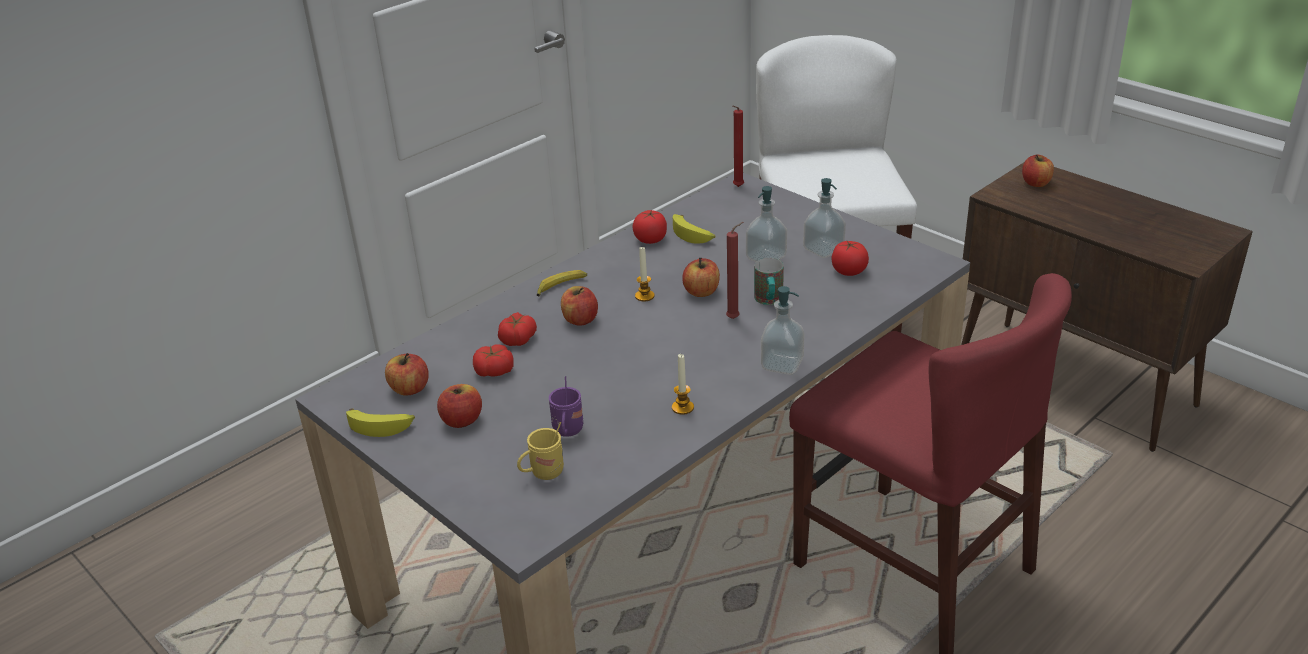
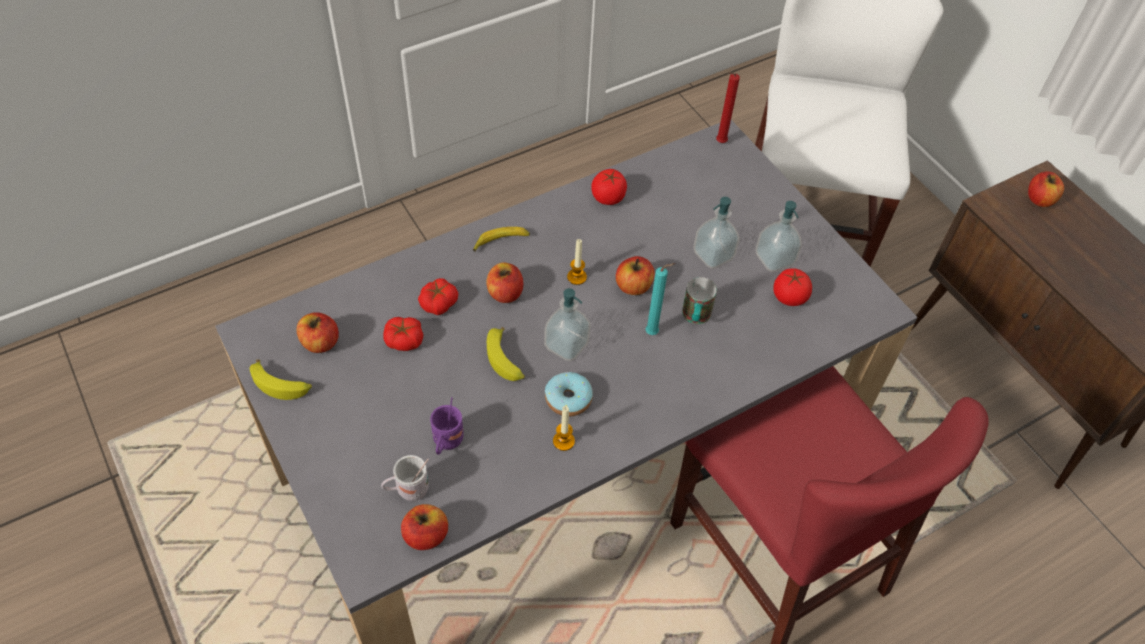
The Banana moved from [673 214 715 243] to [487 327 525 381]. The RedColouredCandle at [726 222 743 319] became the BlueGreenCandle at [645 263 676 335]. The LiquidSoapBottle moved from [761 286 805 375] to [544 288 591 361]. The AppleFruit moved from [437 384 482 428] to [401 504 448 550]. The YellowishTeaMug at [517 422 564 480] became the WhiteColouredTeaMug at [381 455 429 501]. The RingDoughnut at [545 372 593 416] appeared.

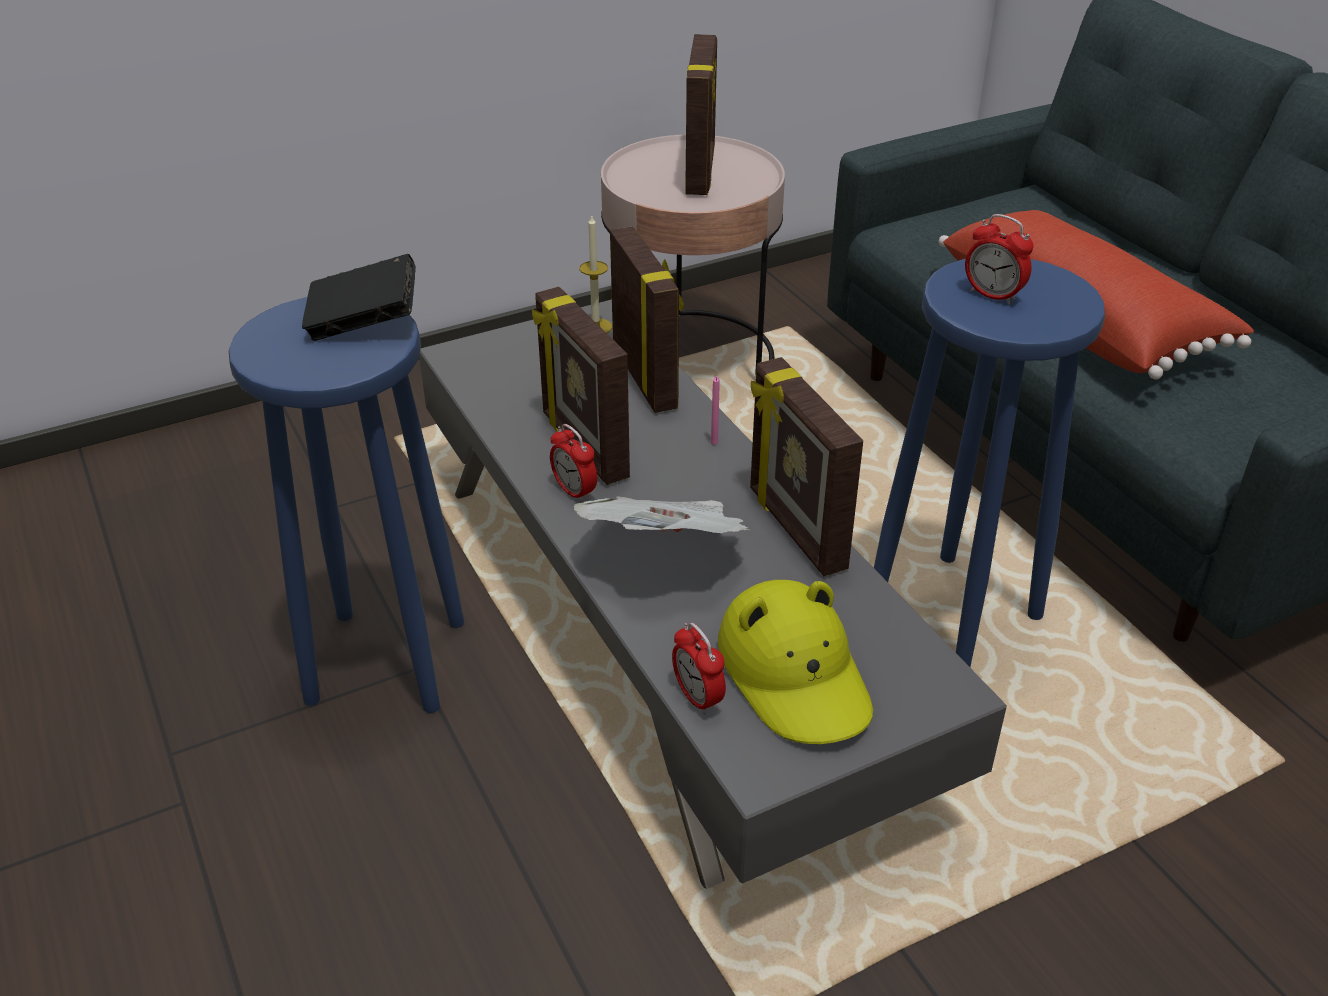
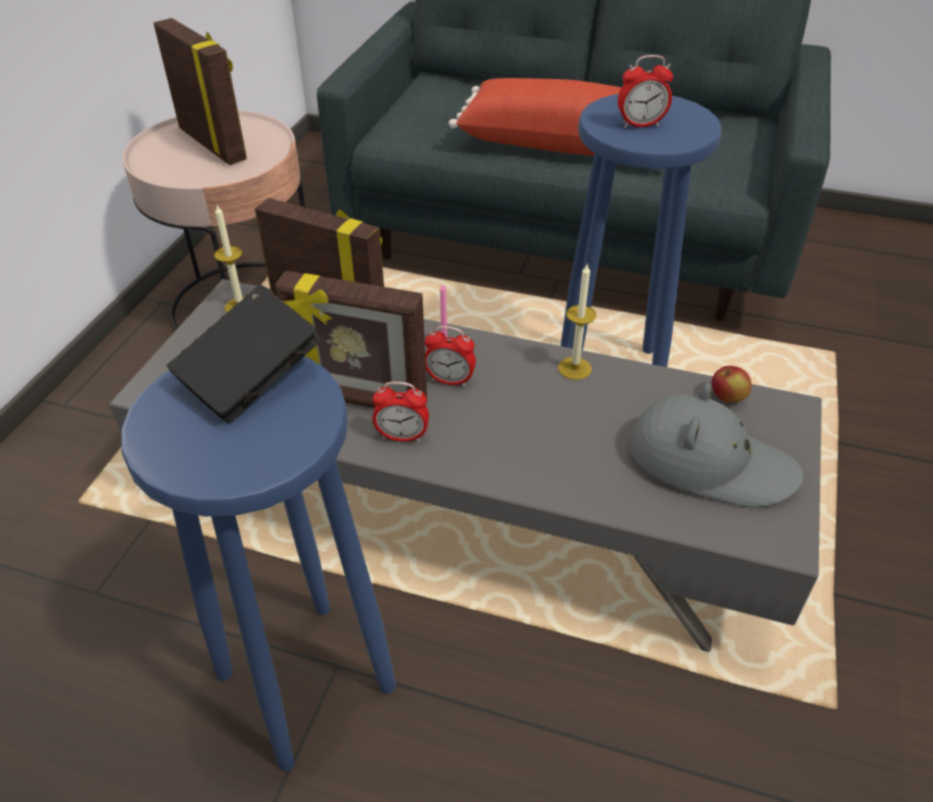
The PictureFrame at [750 357 863 576] was replaced by the Candle at [558 263 596 380]. The DailyPaper at [573 496 750 533] disappeared. The YellowishWearableHat at [718 580 873 744] became the GreyishWearableHat at [630 383 804 508]. The BedsideClock moved from [672 623 726 715] to [425 326 476 387]. The AppleFruit at [712 366 752 403] appeared.

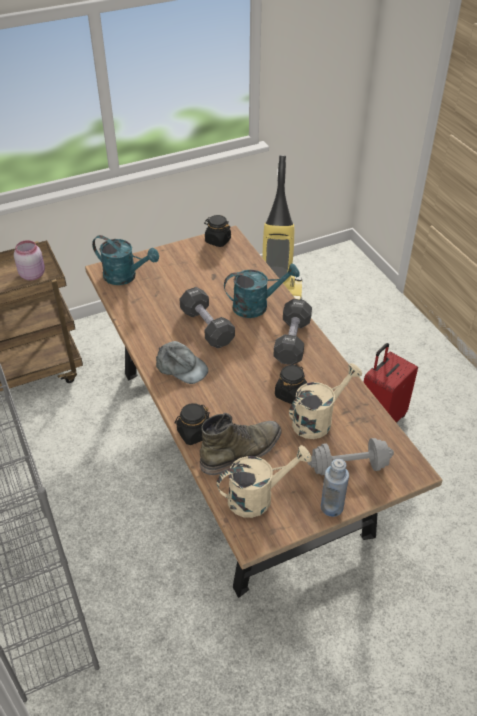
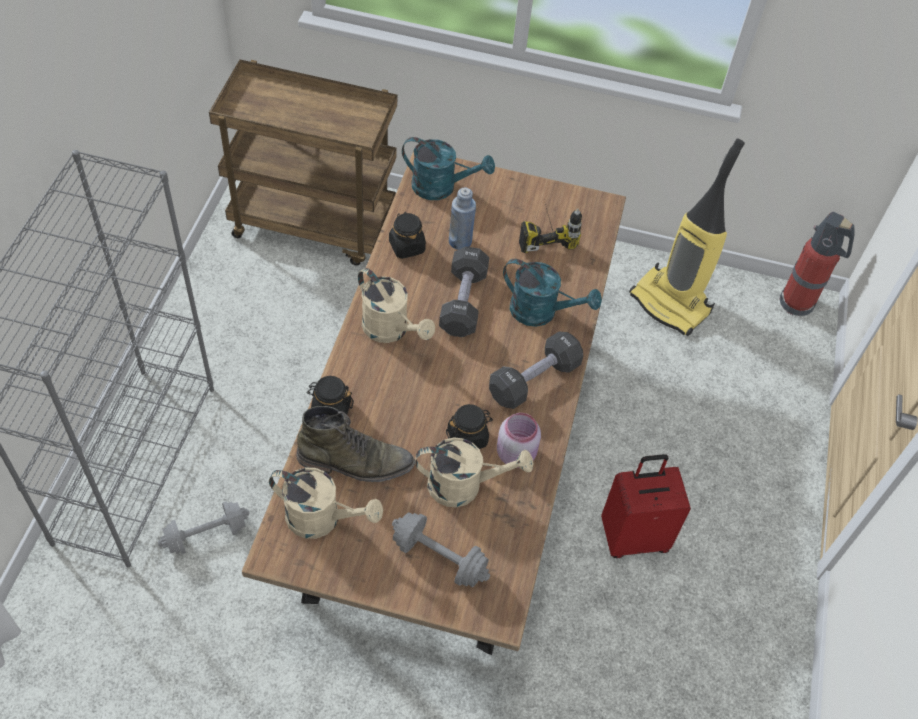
The BlackJar moved from [204 215 231 247] to [389 212 426 259]. The BlueGreenWateringPot at [92 235 159 285] turned 45 degrees counterclockwise. The PinkJar moved from [14 240 45 281] to [497 413 541 468]. The GreyishBaseballCap at [156 341 208 384] was replaced by the SandColouredWateringPot at [358 268 435 343]. The BluishDrinkBottle moved from [321 459 349 517] to [449 188 476 250]. The Drill at [519 204 582 253] appeared. The FireExtinguisher at [780 212 855 316] appeared. The GreyishDumbbell at [158 502 250 554] appeared.

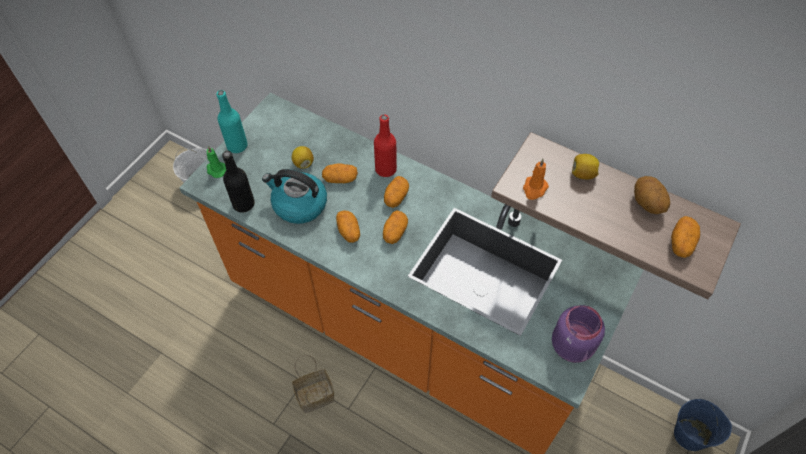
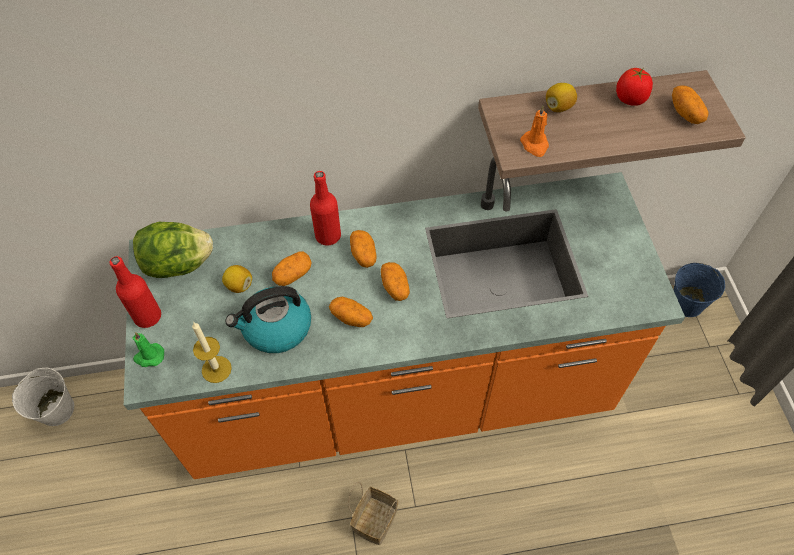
The BlueGreenDrinkBottle at [216 90 248 153] became the RedColouredDrinkBottle at [109 256 161 328]. The BlackDrinkBottle at [222 151 255 213] was replaced by the Candle at [192 322 232 383]. The WholePotato at [634 176 670 214] was replaced by the WholeTomato at [616 68 653 106]. The PurplishJar at [552 305 605 363] disappeared. The HeadOfLettuce at [133 222 213 278] appeared.

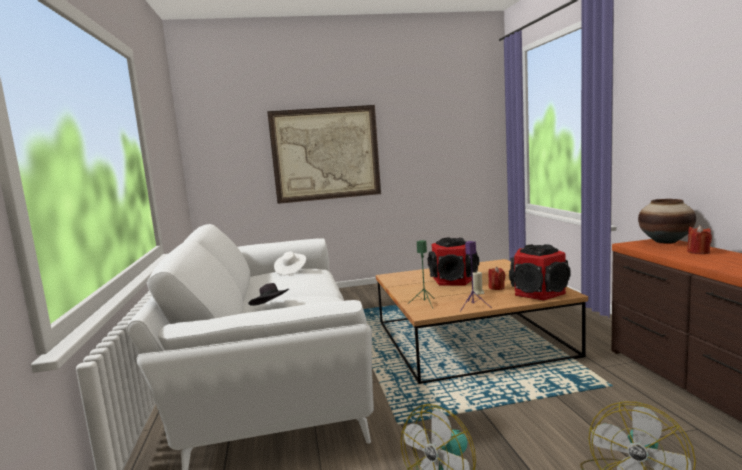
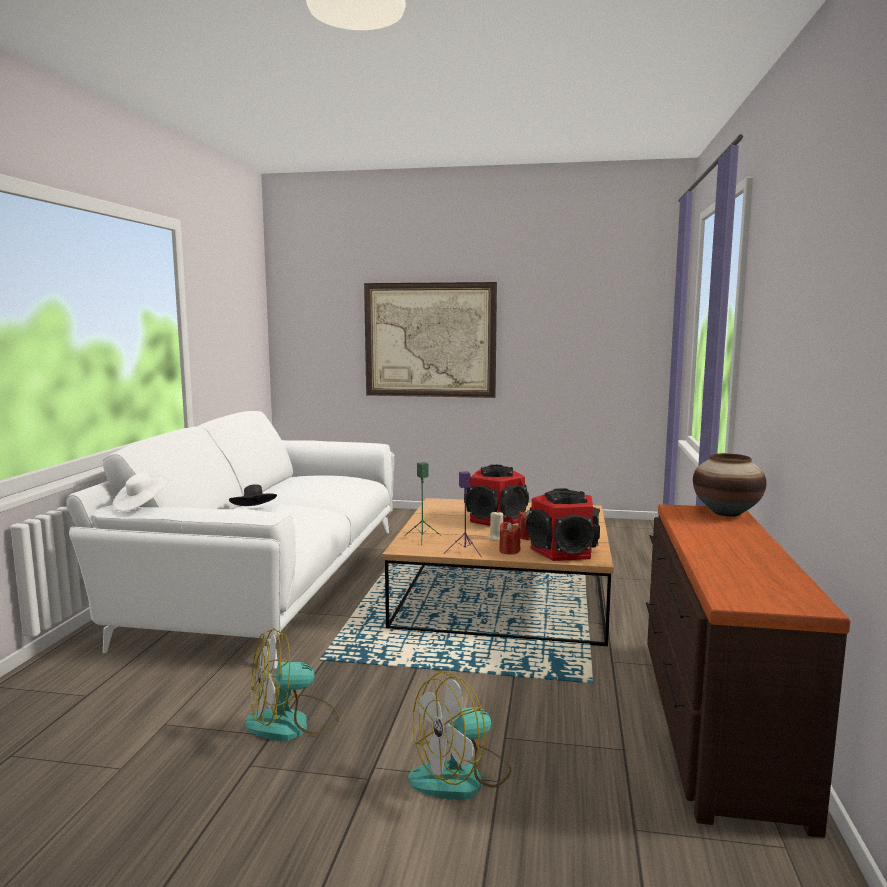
The RedColouredCandle moved from [687 225 712 254] to [499 522 521 554]. The WhiteColouredWearableHat moved from [274 252 306 275] to [113 473 169 511].

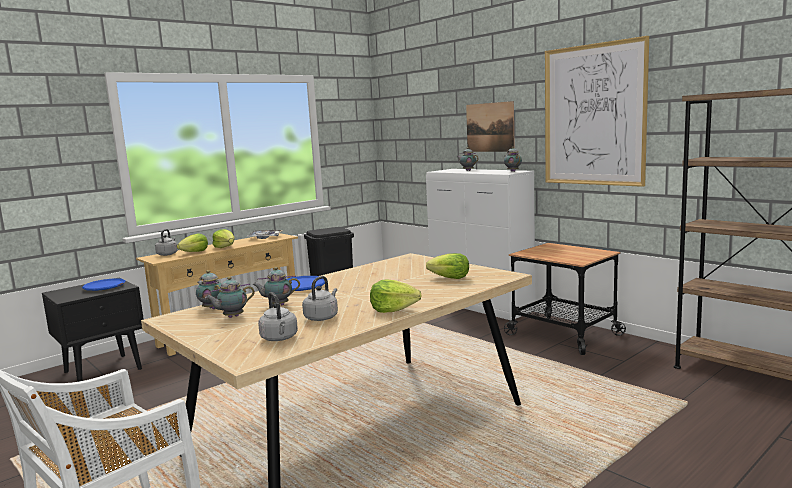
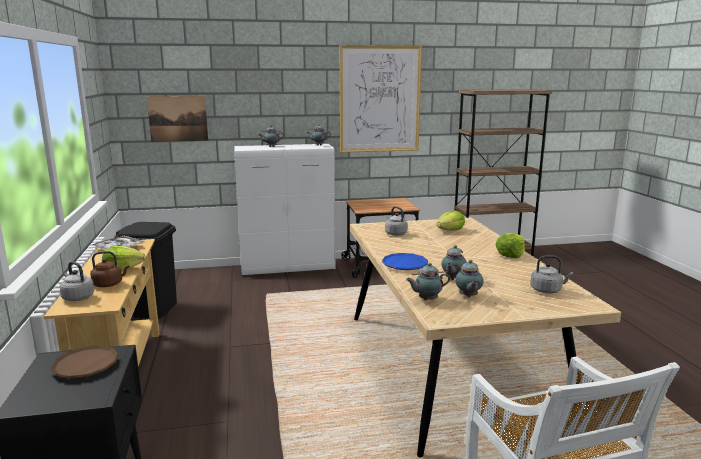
The WallArt moved from [466 101 515 152] to [147 96 208 142]. The HeadOfLettuce at [177 233 208 252] was replaced by the BrownColouredKettle at [90 251 129 287]. The GreyishKettle moved from [302 276 338 321] to [385 206 408 236]. The BluishFlatDish at [82 278 125 291] became the BrownColouredFlatDish at [51 345 119 379].

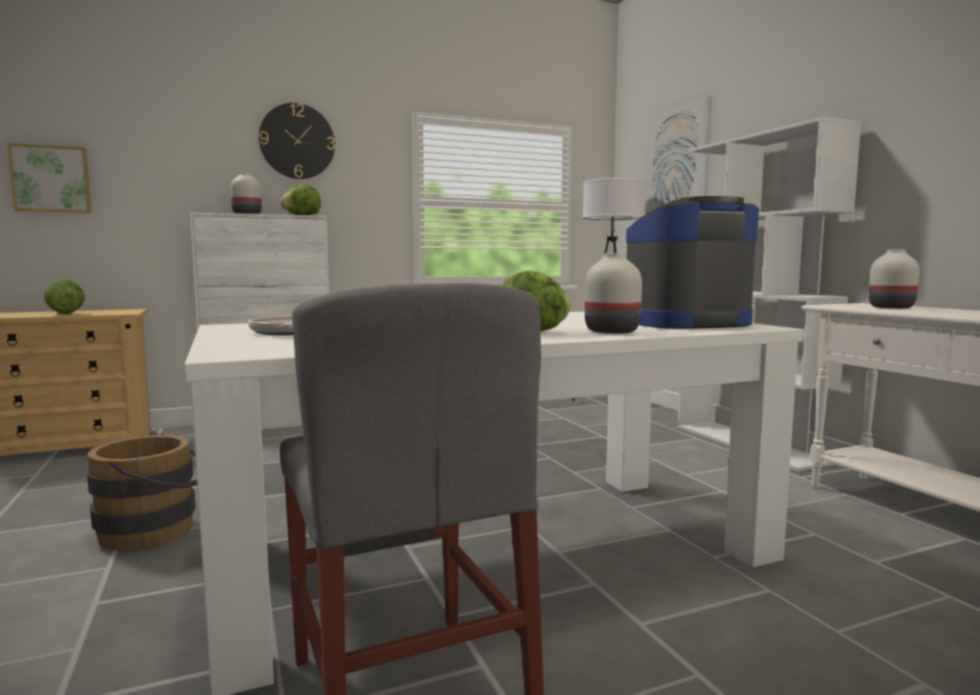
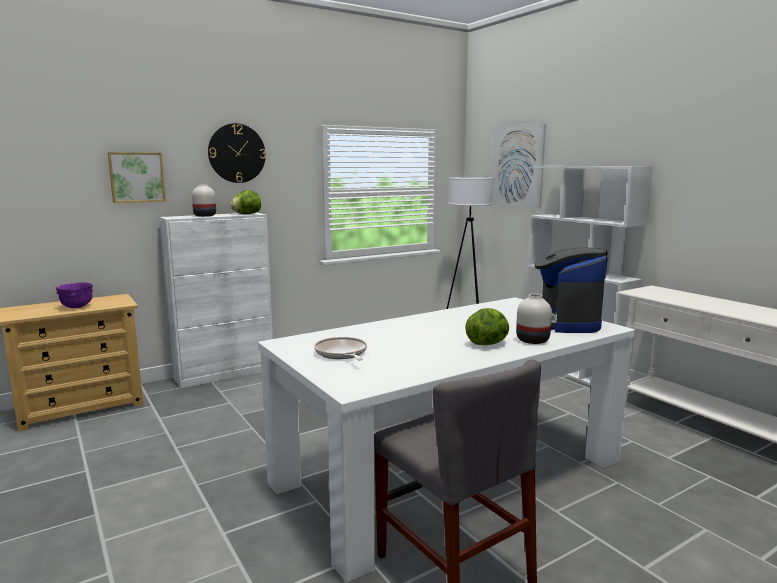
The WallArt moved from [7 143 92 213] to [108 152 166 203]. The CoffeeBrewer at [626 196 759 329] turned 60 degrees counterclockwise. The WhiteColouredDecorativeVase at [869 250 919 309] disappeared. The HeadOfLettuce at [44 279 85 314] was replaced by the PurplishBowl at [56 283 93 308]. The BrownColouredWaterBucket at [87 435 197 550] disappeared.

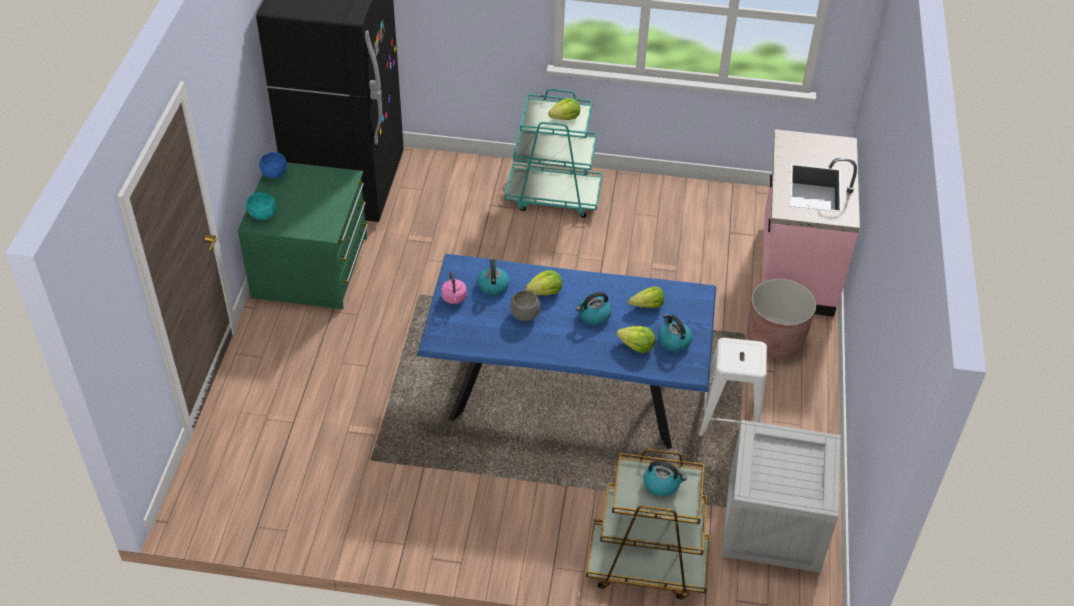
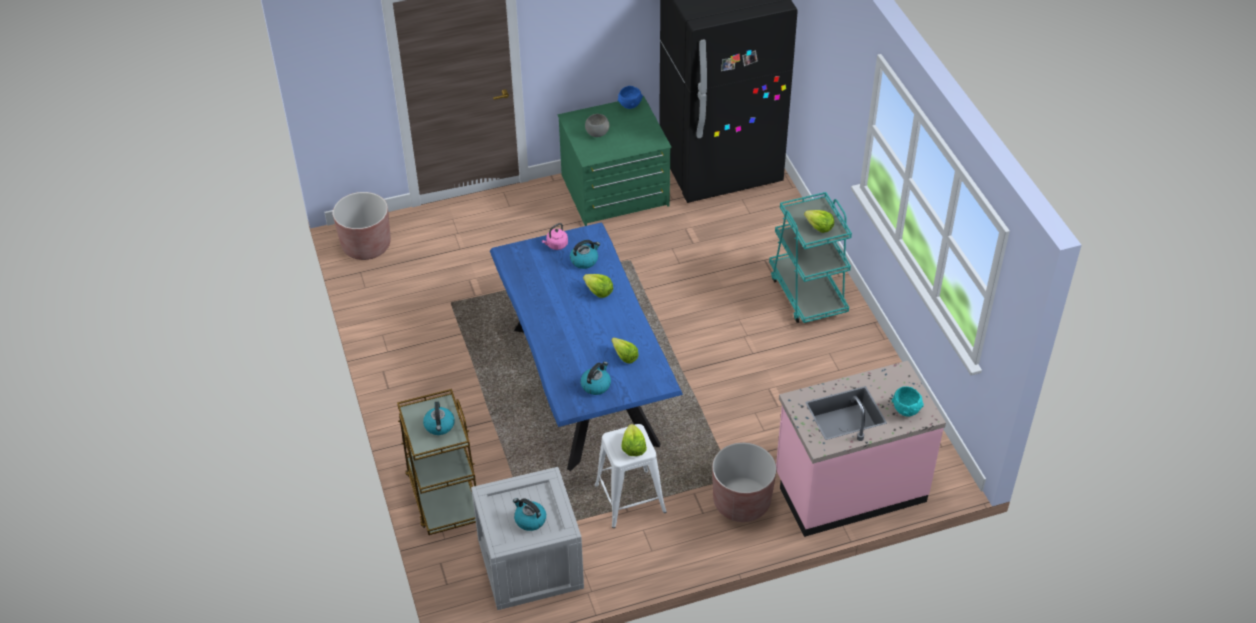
The BlueGreenBowl moved from [246 192 276 220] to [892 386 924 417]. The GreyishBowl moved from [510 290 541 321] to [585 114 609 137]. The Kettle moved from [576 292 612 325] to [513 498 546 531]. The HeadOfLettuce moved from [616 326 655 353] to [621 424 647 456]. The BrownColouredPlanter at [333 192 391 260] appeared.

